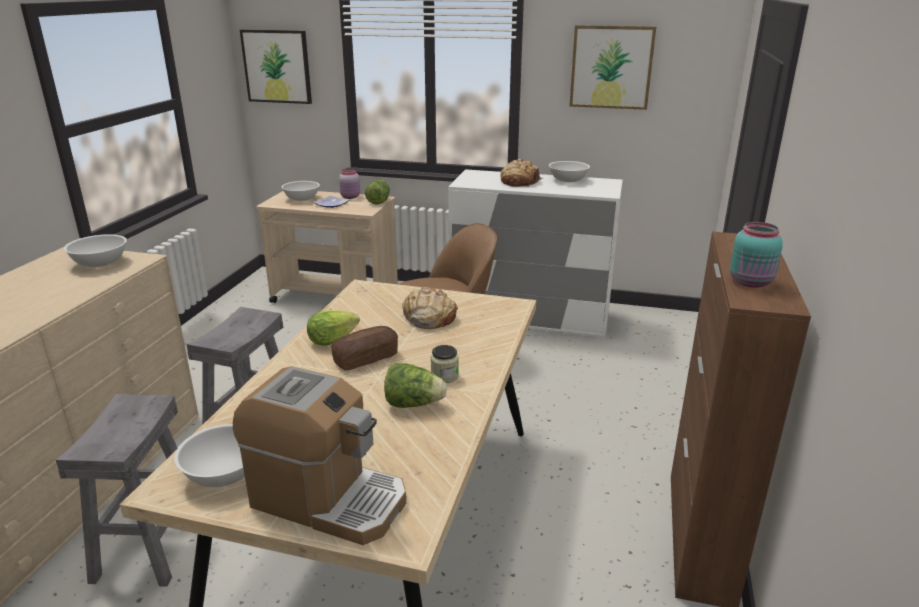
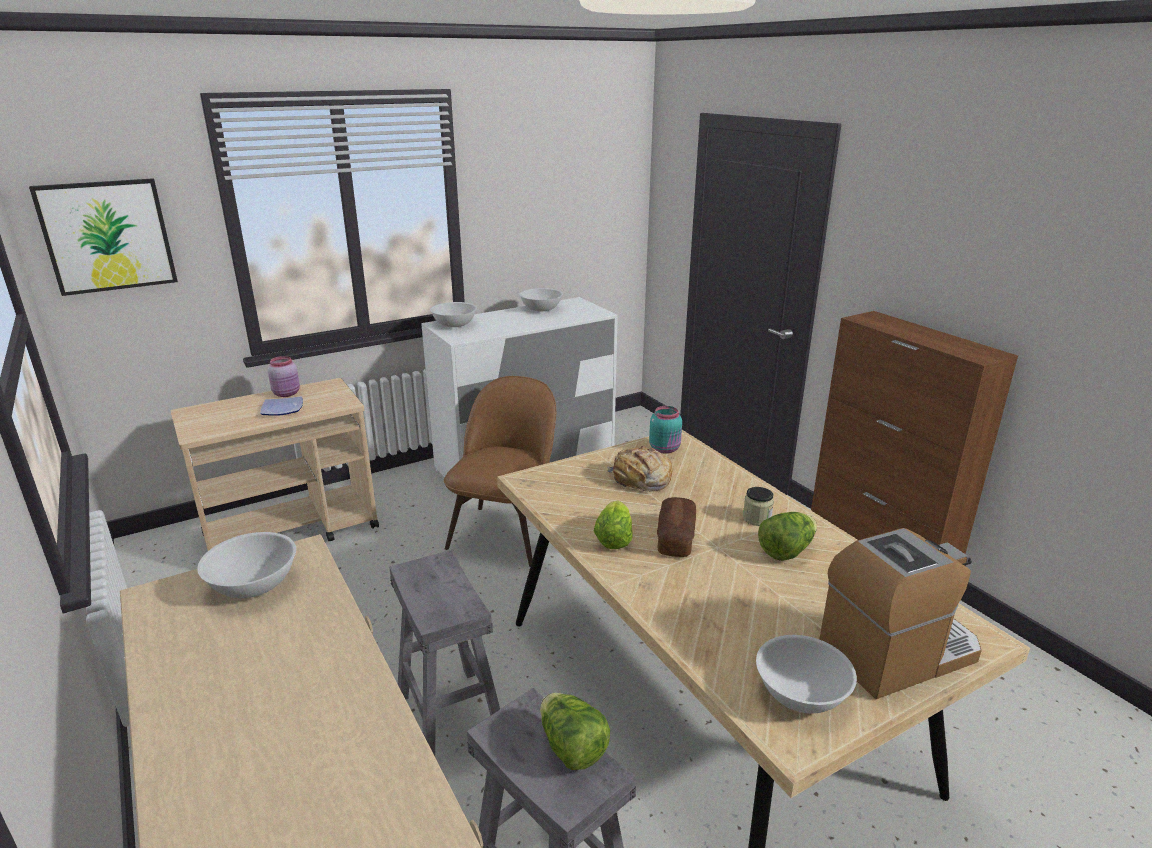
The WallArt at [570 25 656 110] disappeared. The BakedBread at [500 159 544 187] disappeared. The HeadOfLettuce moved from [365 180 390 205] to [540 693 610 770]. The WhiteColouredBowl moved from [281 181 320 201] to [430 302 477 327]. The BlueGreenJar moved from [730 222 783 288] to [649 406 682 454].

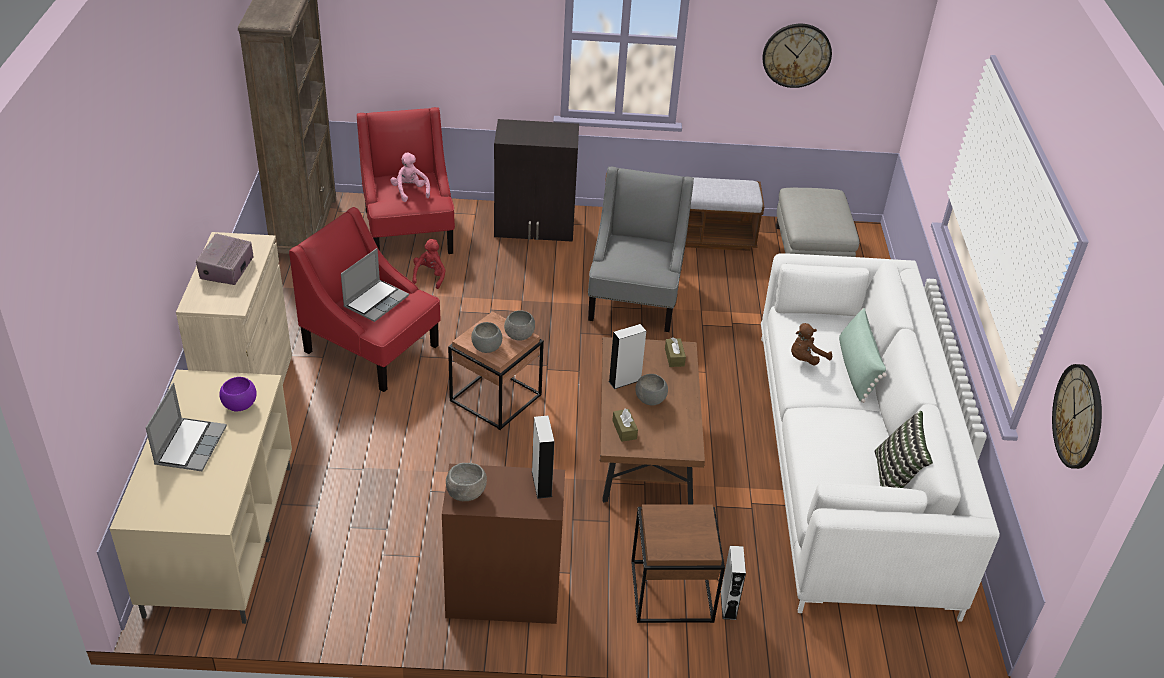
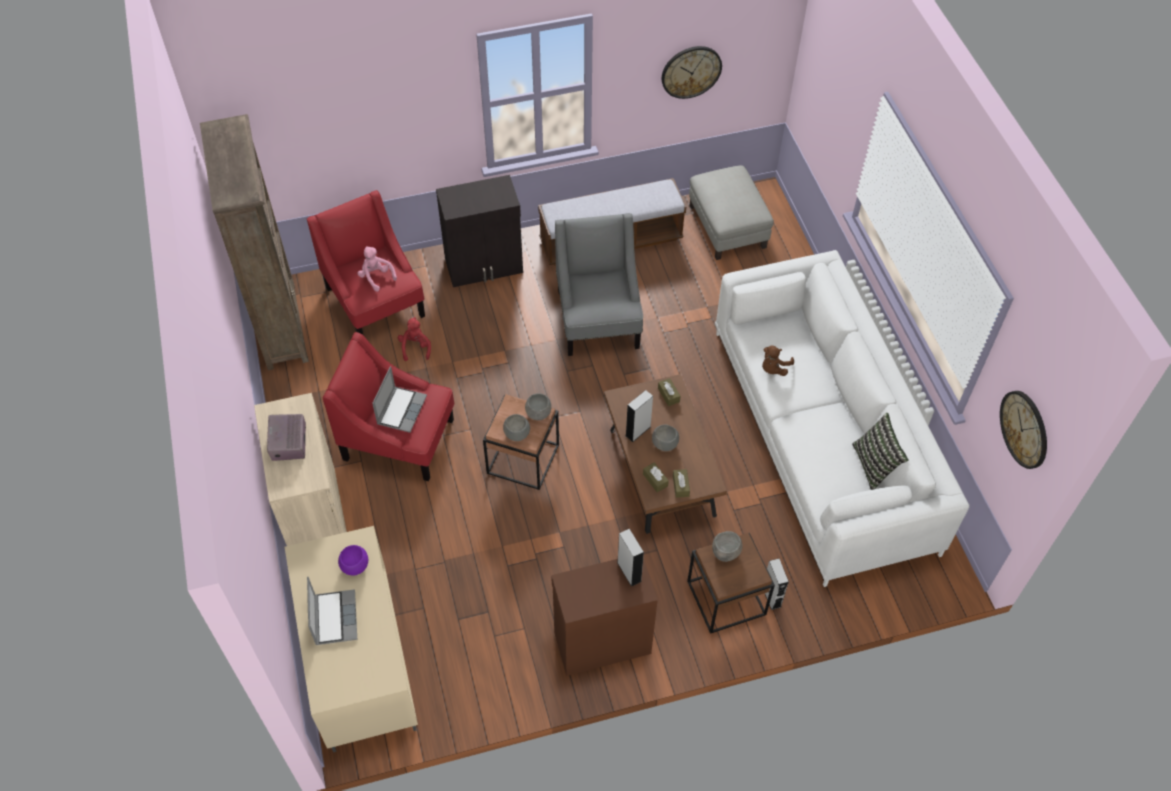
The GreenColouredThrowPillow at [839 308 887 403] disappeared. The GreyishBowl moved from [446 463 487 501] to [712 531 742 562]. The BrownColouredBoxOfTissues at [673 469 690 498] appeared.

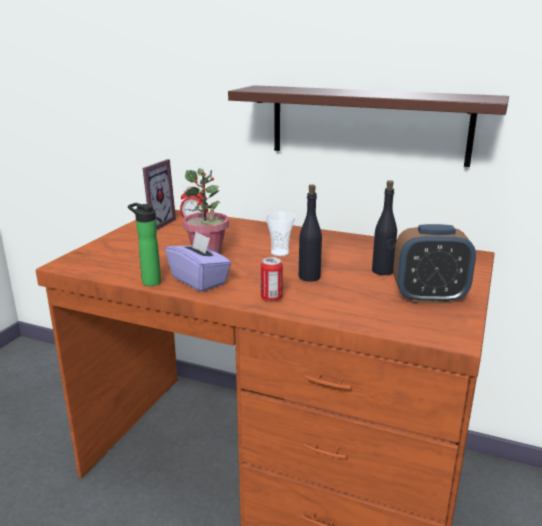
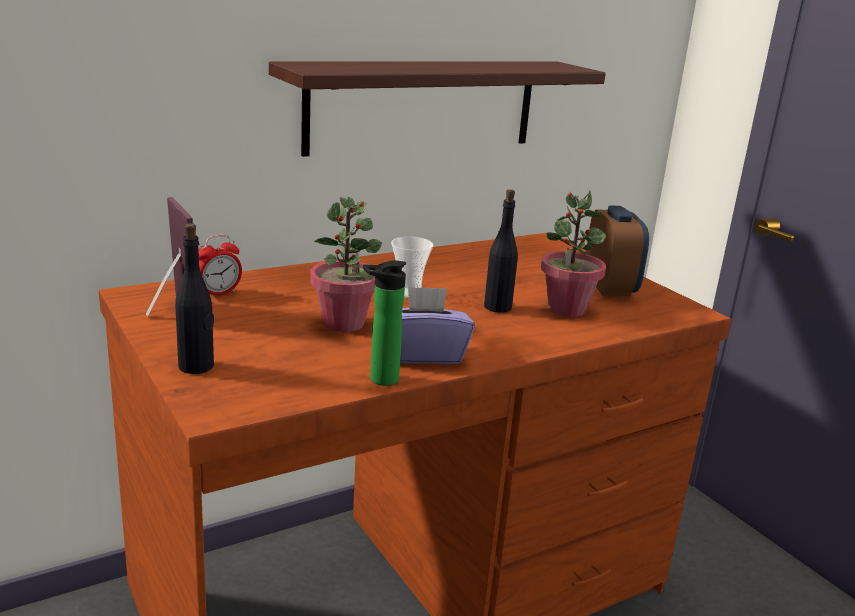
The BlackDrinkBottle moved from [372 180 397 275] to [175 223 214 374]. The BedsideClock at [393 224 476 304] turned 45 degrees counterclockwise. The Can at [261 257 283 302] disappeared. The PlantInAPot at [541 190 606 317] appeared.

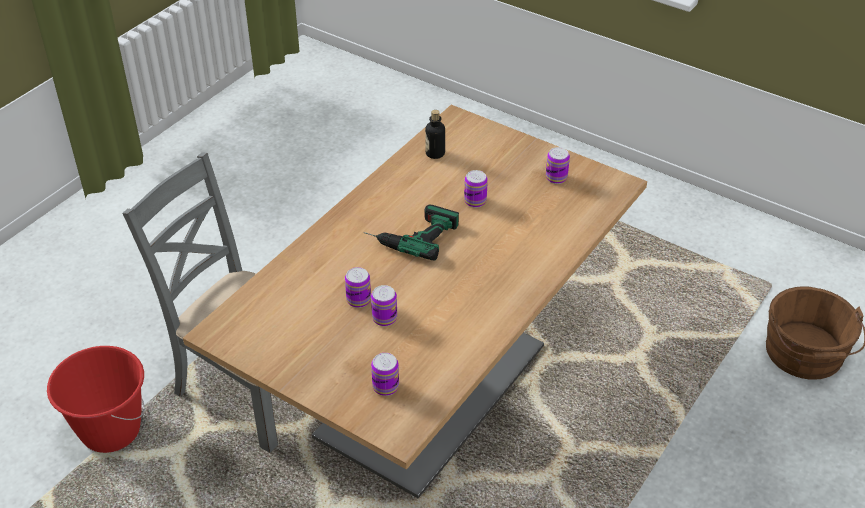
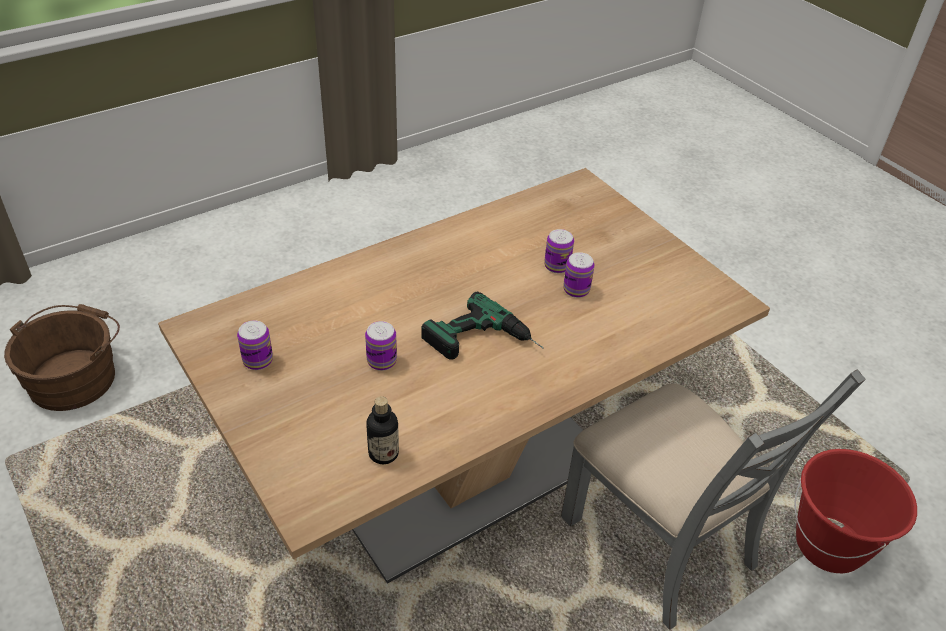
The Can at [371 353 399 396] disappeared.

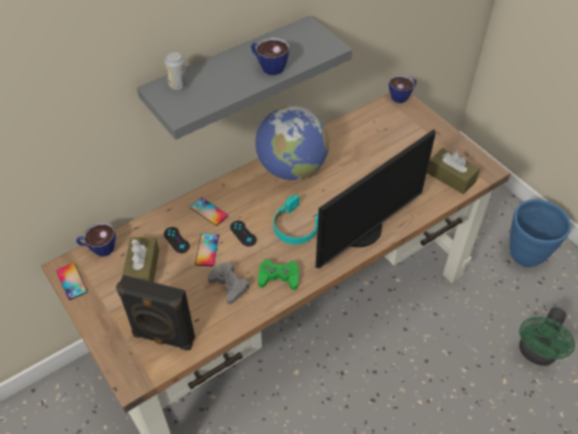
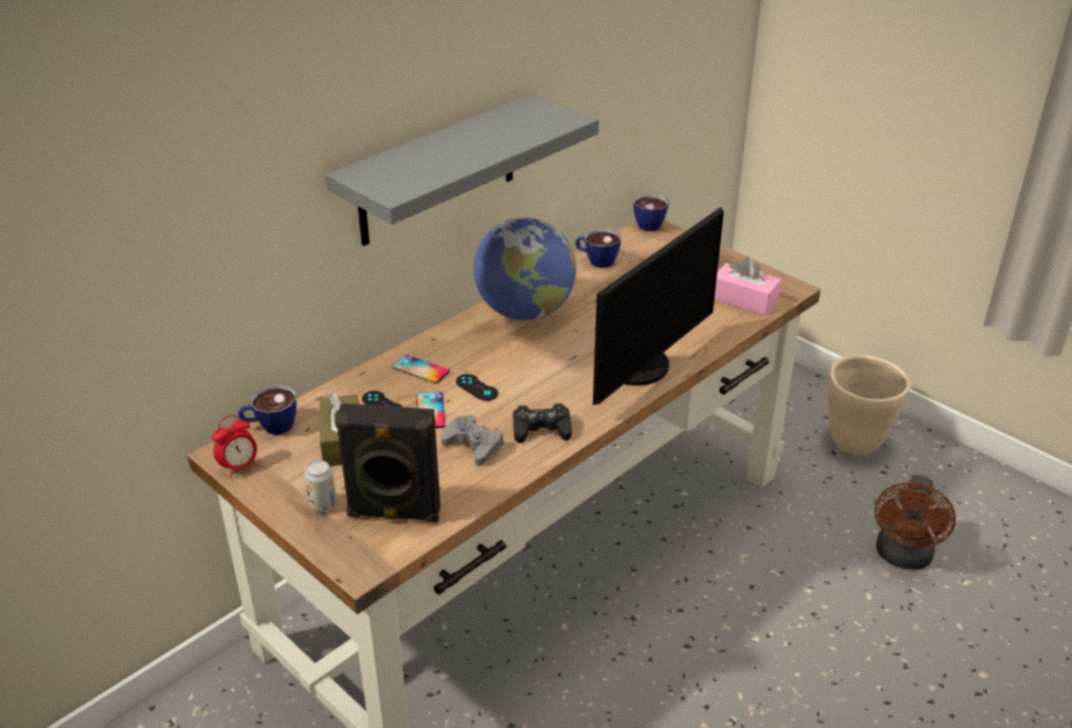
The SmallCup moved from [251 37 290 75] to [575 229 621 268]. The Can moved from [164 52 187 90] to [304 460 337 513]. The BrownColouredBoxOfTissues at [427 148 480 194] became the PinkBoxOfTissues at [714 256 782 316]. The BlueGreenHeadset at [273 195 318 244] disappeared. The BluishPlanter at [510 199 571 267] became the SandColouredPlanter at [828 355 910 456]. The GreenColouredGameController at [258 259 299 290] became the BlackGameController at [513 403 572 443]. The Telephone at [56 263 88 300] was replaced by the BedsideClock at [212 415 257 478]. The GreenColouredElectricFan at [519 307 575 366] became the BrownColouredElectricFan at [874 475 956 570].

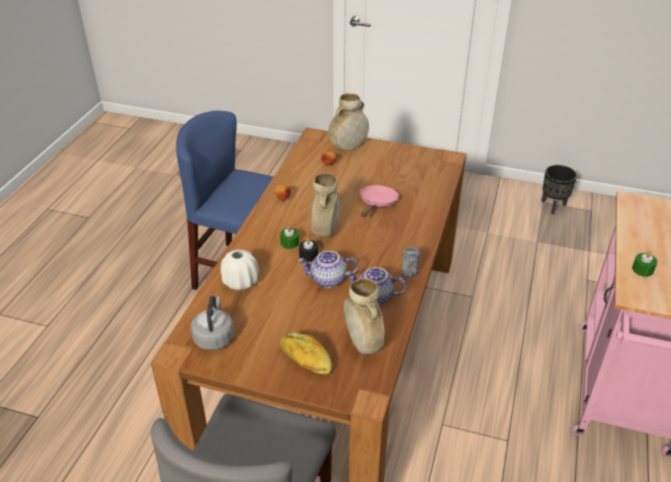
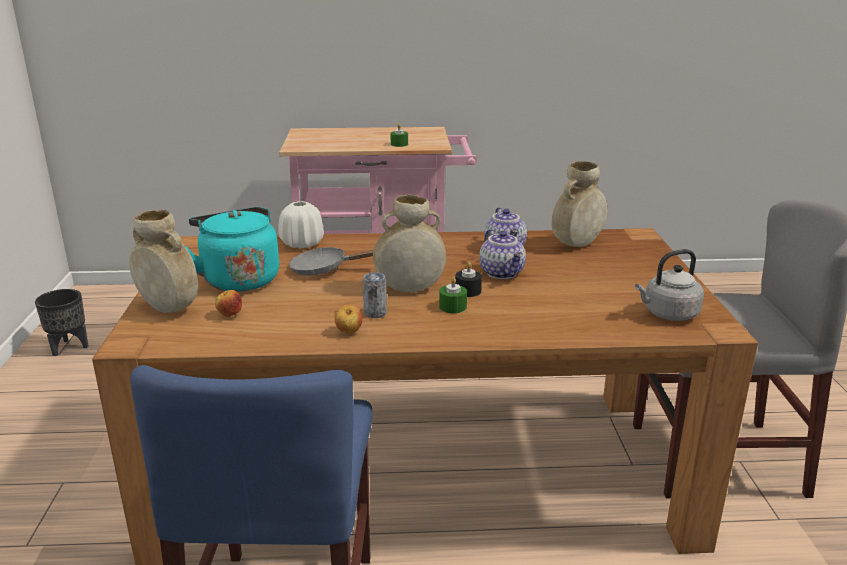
The PinkFryingPan at [360 185 399 217] became the GreyishFryingPan at [289 247 373 276]. The Can moved from [402 247 420 278] to [363 272 387 318]. The WhiteColouredDecorativeVase moved from [221 249 259 290] to [278 201 323 249]. The BakedBread at [279 332 332 375] disappeared. The BlueGreenKettle at [185 207 279 292] appeared.

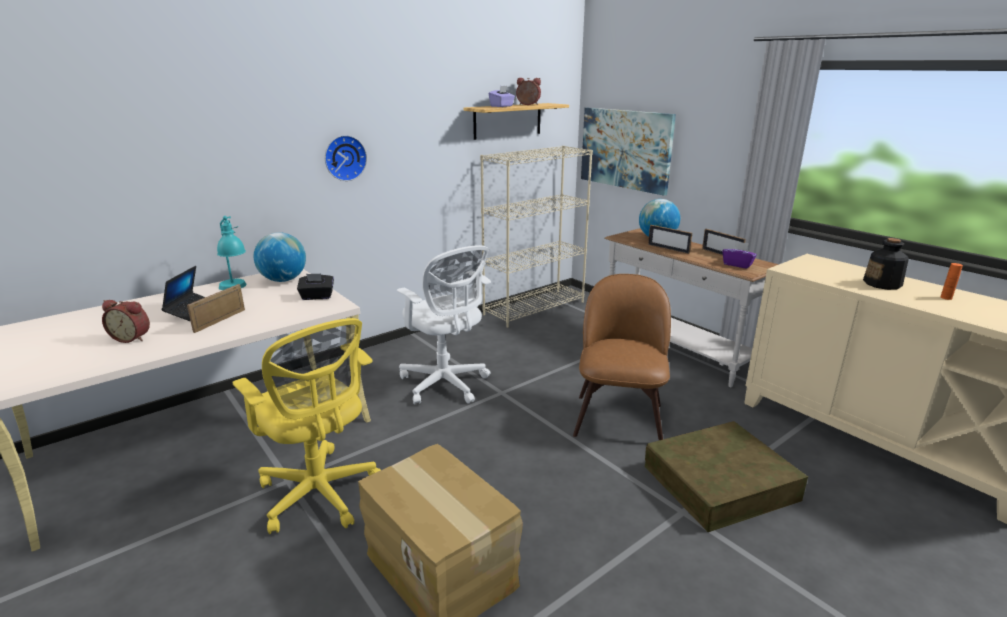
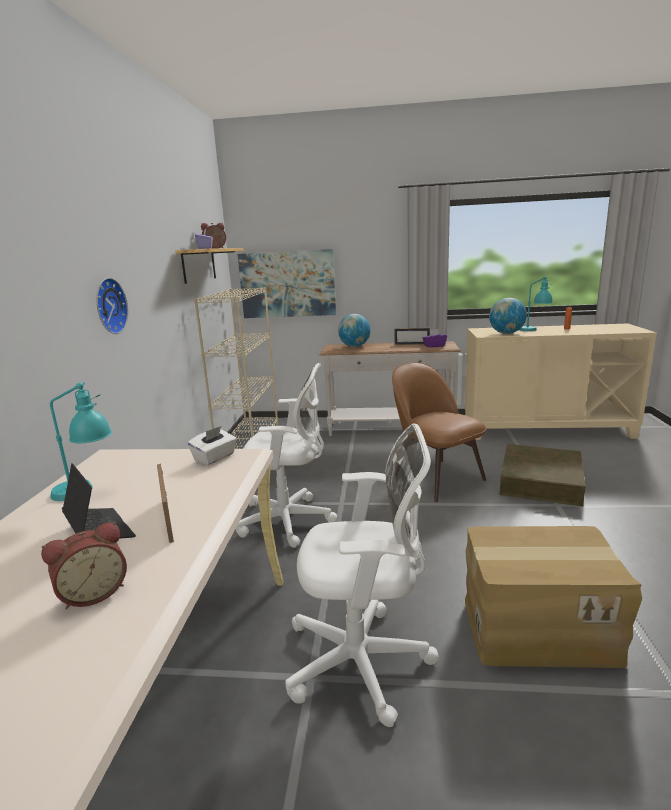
The PictureFrame at [648 225 692 254] disappeared. The DeskGlobe moved from [254 232 306 282] to [489 298 527 334]. The DrinkBottle at [863 238 909 290] was replaced by the BlueGreenLampForATable at [519 276 553 331]. The BlackBoxOfTissues at [297 274 334 300] became the WhiteColouredBoxOfTissues at [188 426 237 465]. The YellowishOfficeChair at [232 318 381 534] became the WhiteColouredOfficeChair at [285 423 439 727].

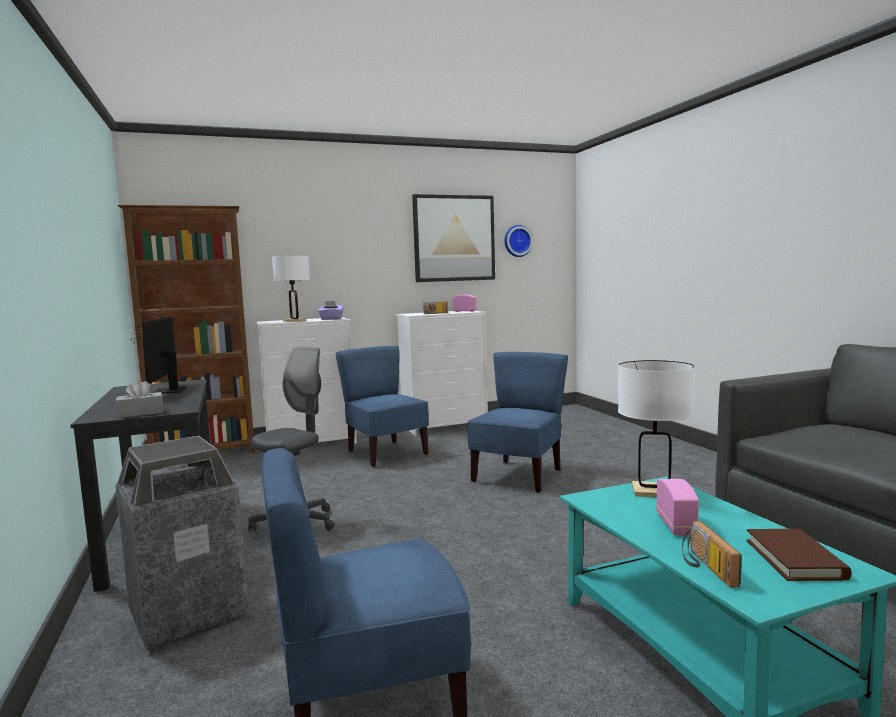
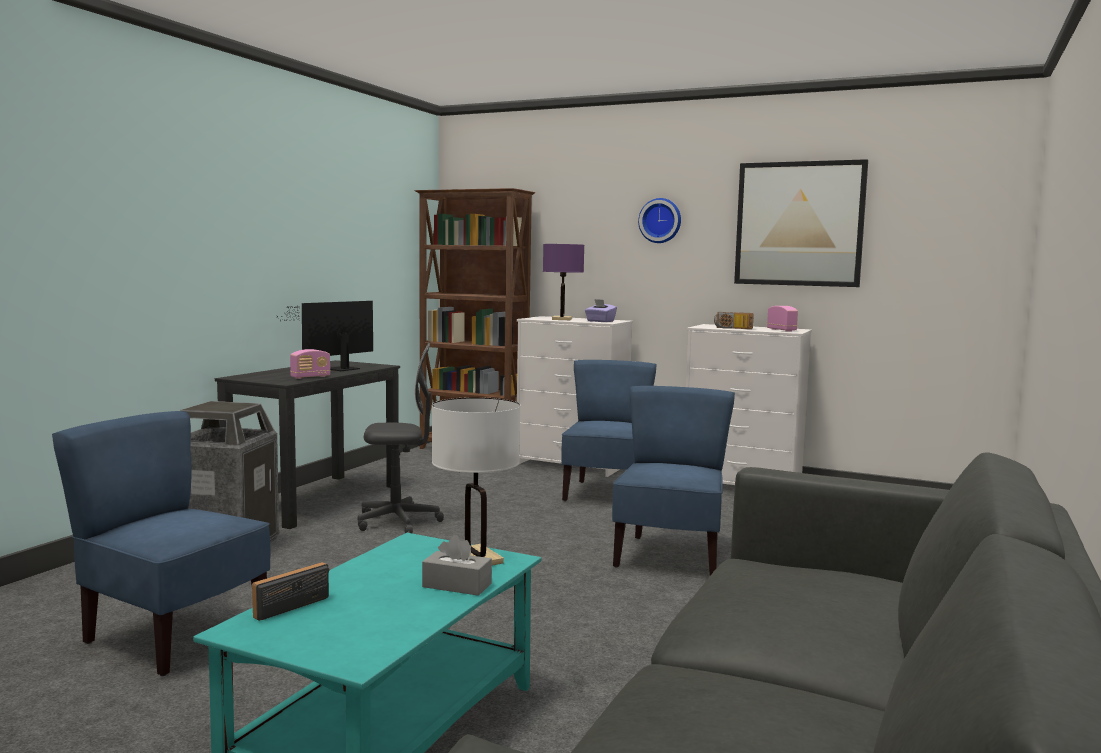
The ClockOnTheWall moved from [504 225 533 257] to [638 198 681 243]. The WhiteColouredLampForATable at [272 256 310 322] became the PurplishLampForATable at [543 244 584 320]. The BluishChair at [467 352 568 493] turned 60 degrees counterclockwise. The GreyishBoxOfTissues moved from [116 379 164 418] to [422 535 492 596]. The Radio moved from [656 479 699 536] to [290 349 331 379]. The BrownColouredBook at [746 529 852 581] disappeared.

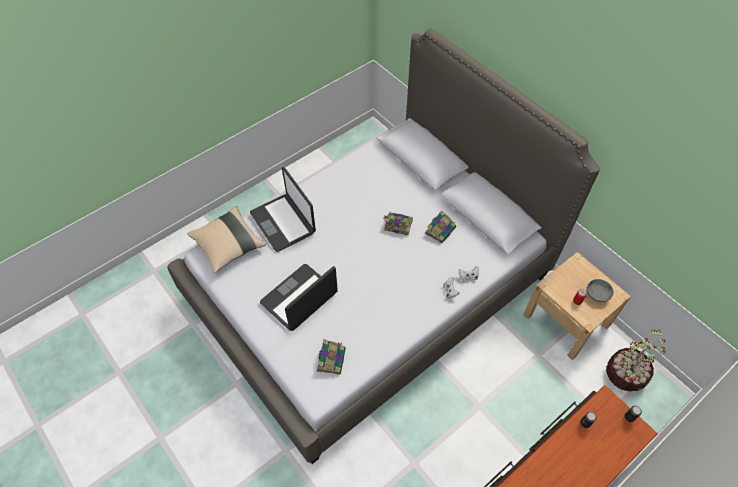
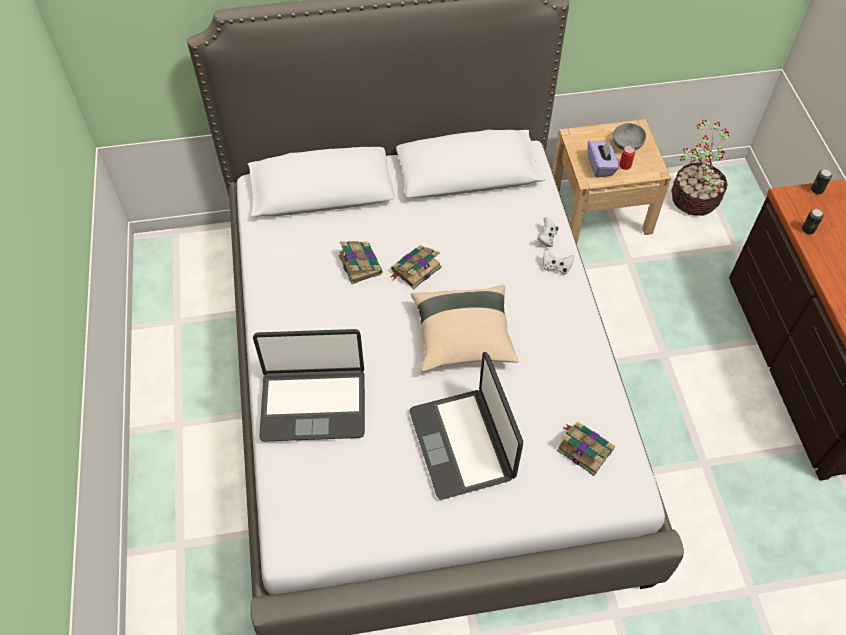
The SandColouredThrowPillow moved from [187 206 266 273] to [411 285 518 372]. The Book moved from [425 211 456 243] to [339 241 383 284]. The PurplishBoxOfTissues at [588 140 619 178] appeared.

